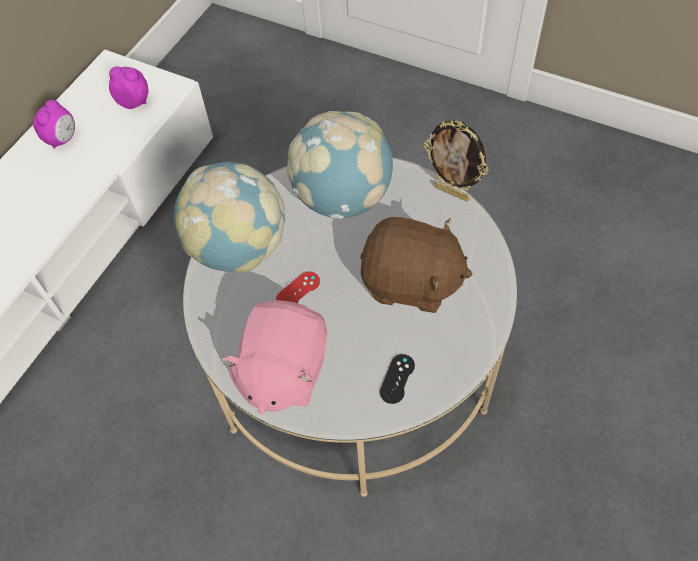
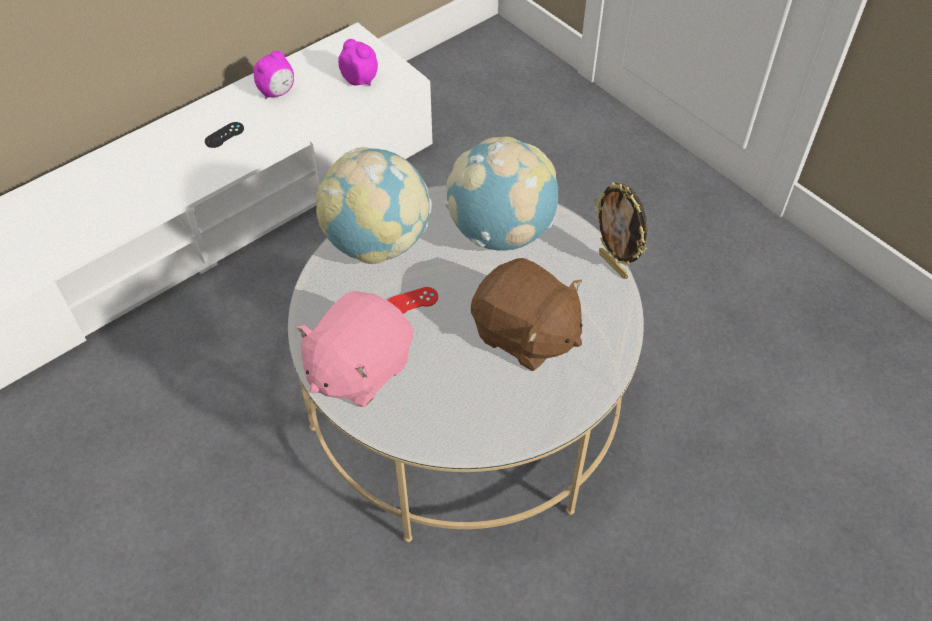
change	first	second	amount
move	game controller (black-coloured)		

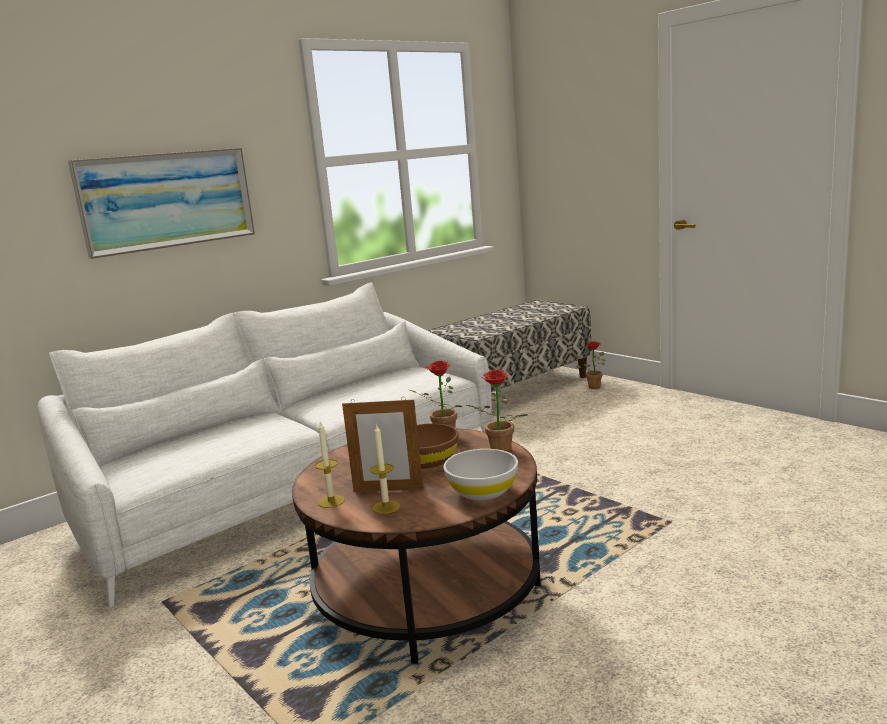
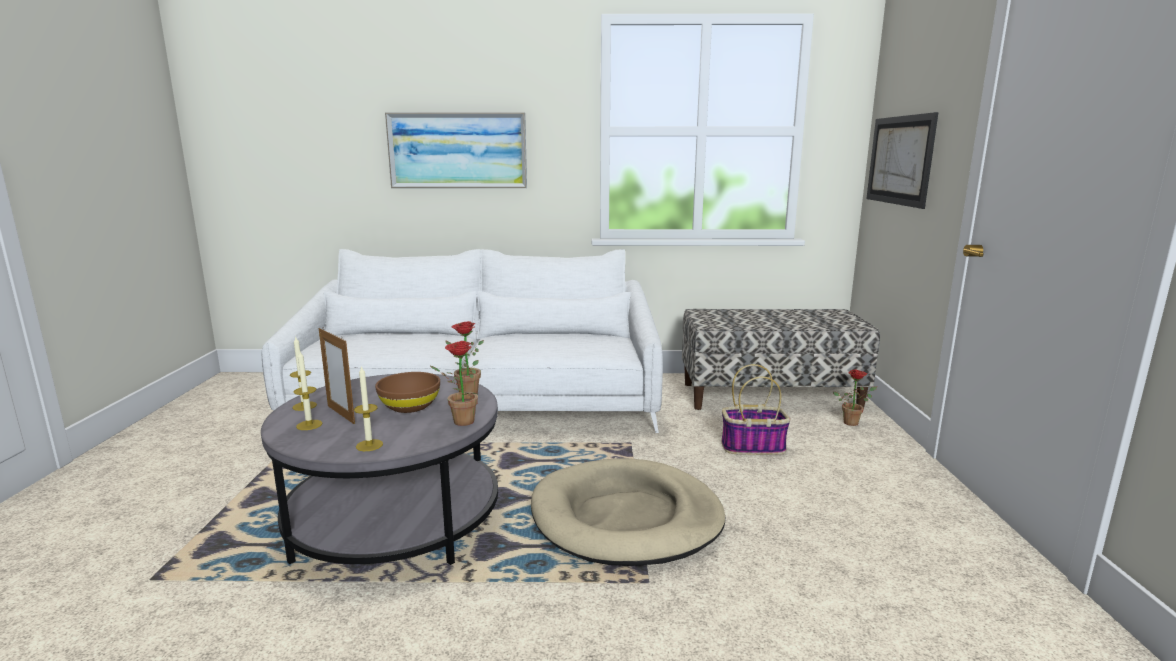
change	first	second	amount
insert		dog bed (sand-coloured)	
insert		household basket	
insert		wall art (2nd from left)	
replace	serving bowl (whitish)	wax candle (3rd from left)	
recolor	coffee table (brown)	coffee table (gray)	

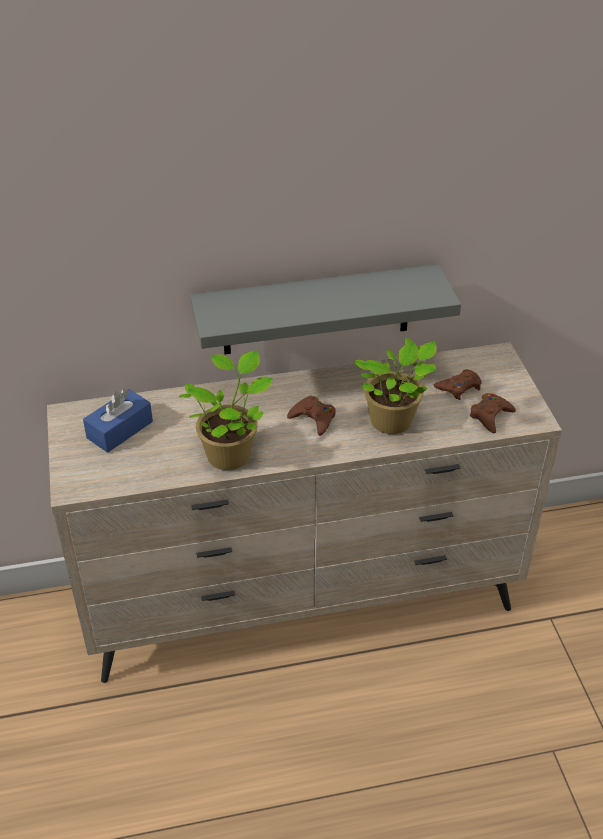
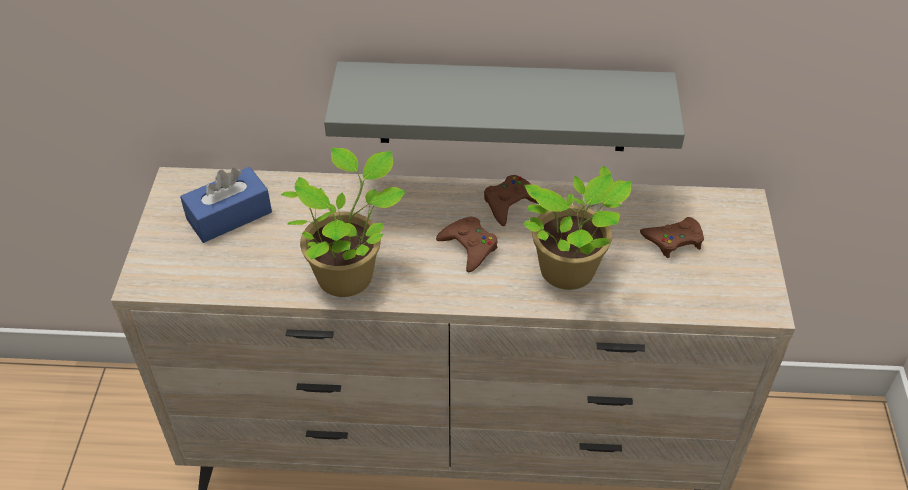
change	first	second	amount
move	game controller (brown) (3rd from left in the first image)	game controller (brown) (2nd from left)	

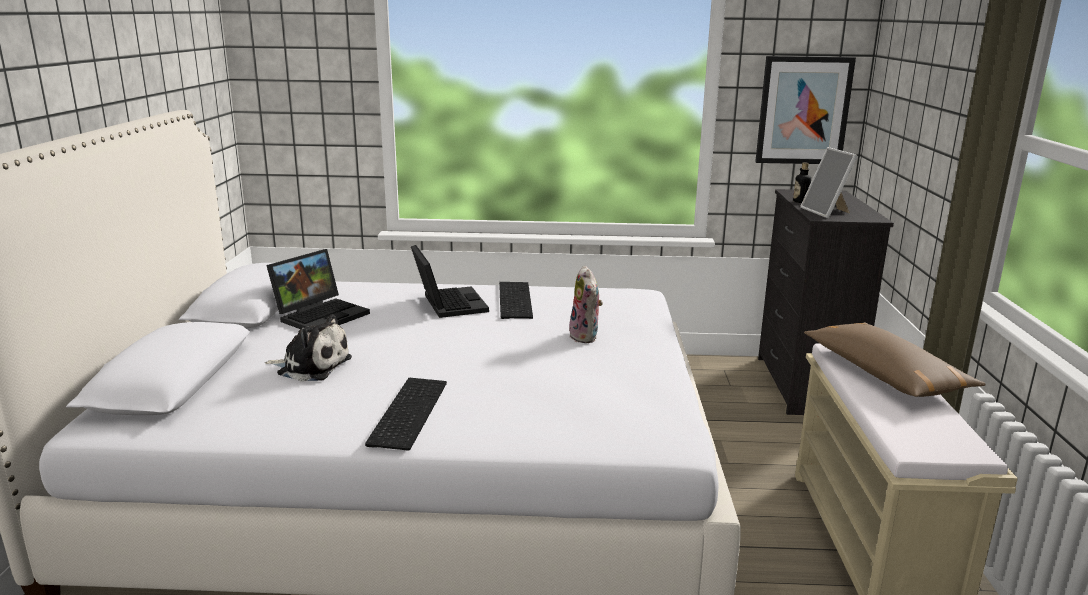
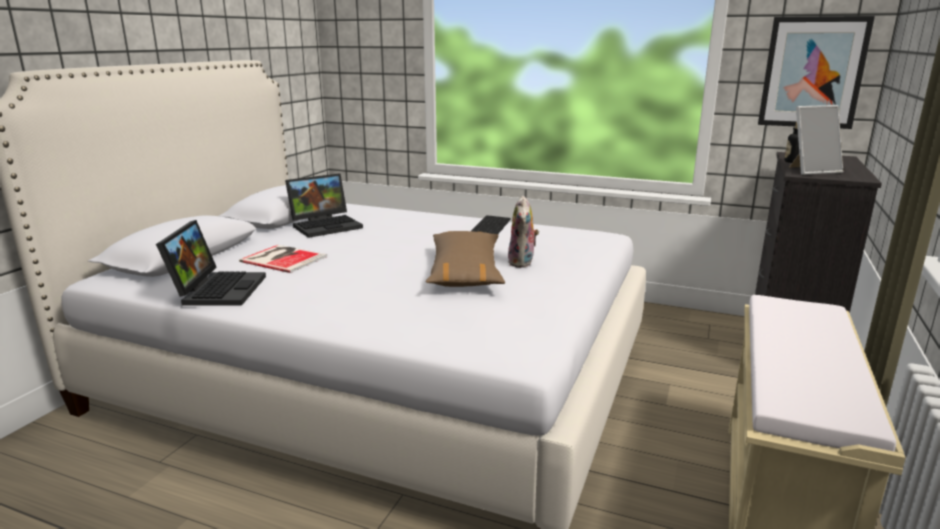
change	first	second	amount
delete	PC keyboard (1st from left)		
move	portable computer (2nd from left in the first image)	portable computer (1st from left)	
move	throw pillow (brown)		
replace	cuddly toy (1st from left)	volume	
rotate	standing frame		105 degrees counterclockwise

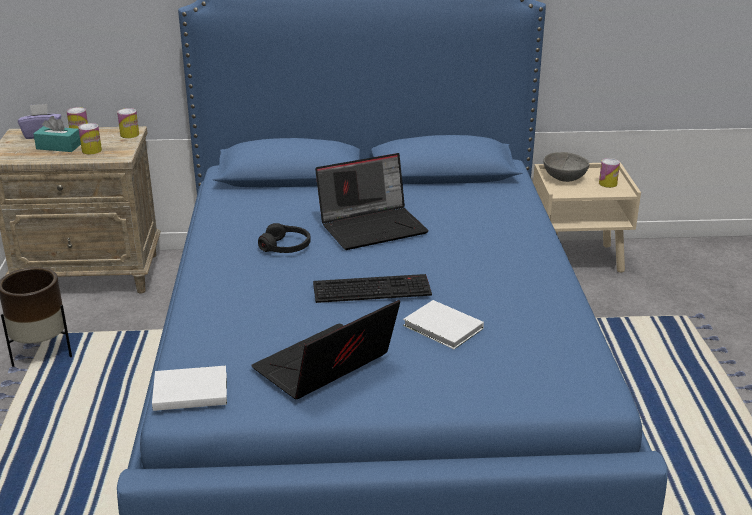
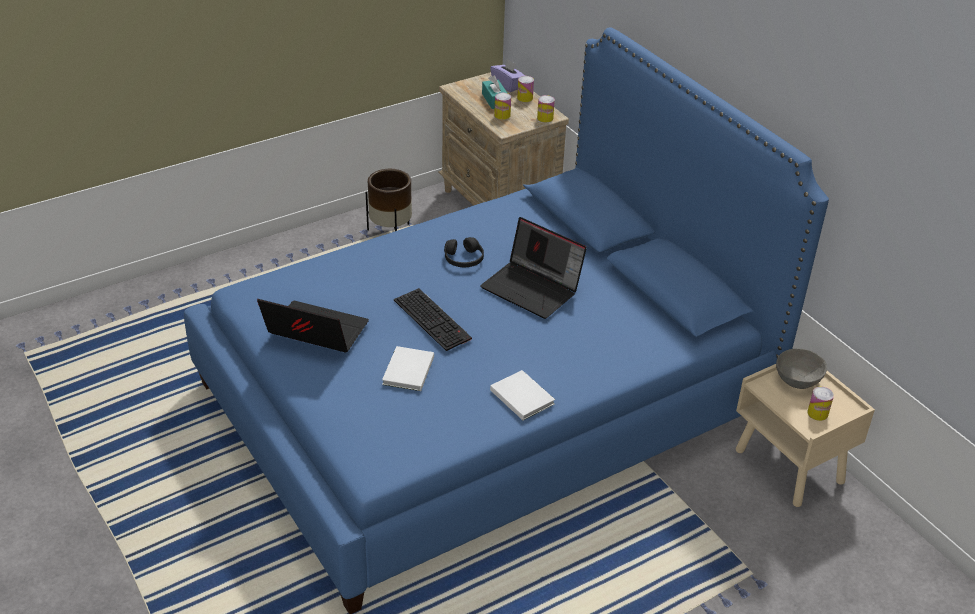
change	first	second	amount
move	volume (whitish) (1st from left in the first image)	volume (whitish) (2nd from left)	

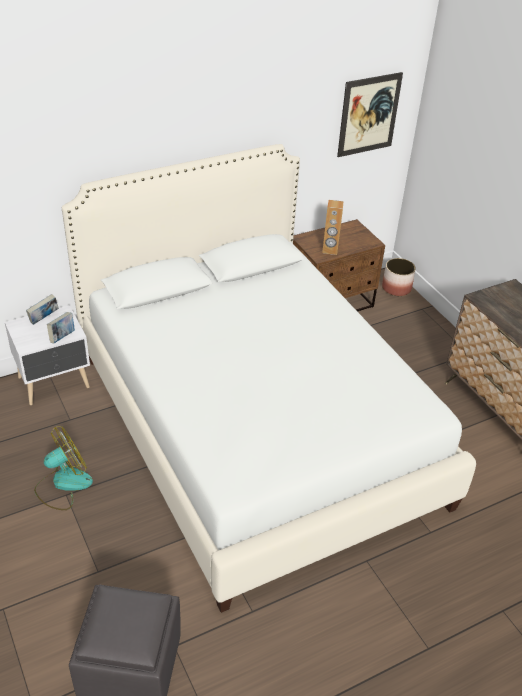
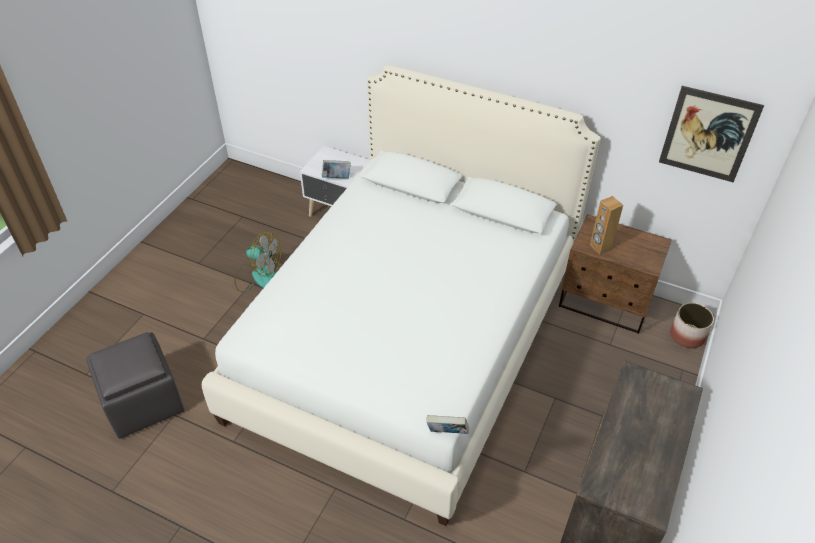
change	first	second	amount
move	volume (1st from left in the first image)	volume (2nd from left)	

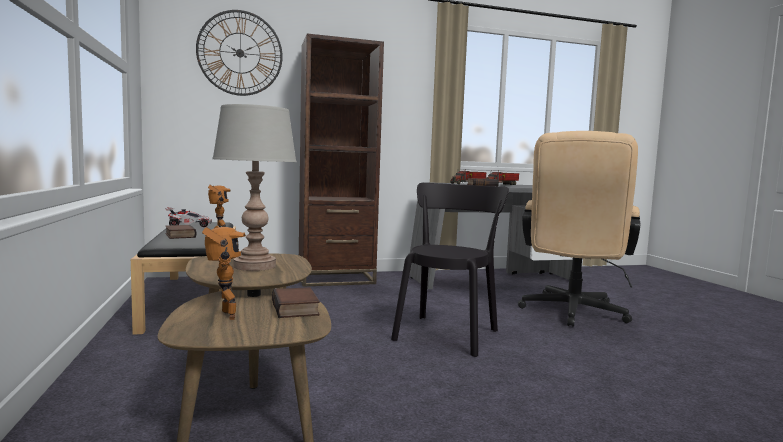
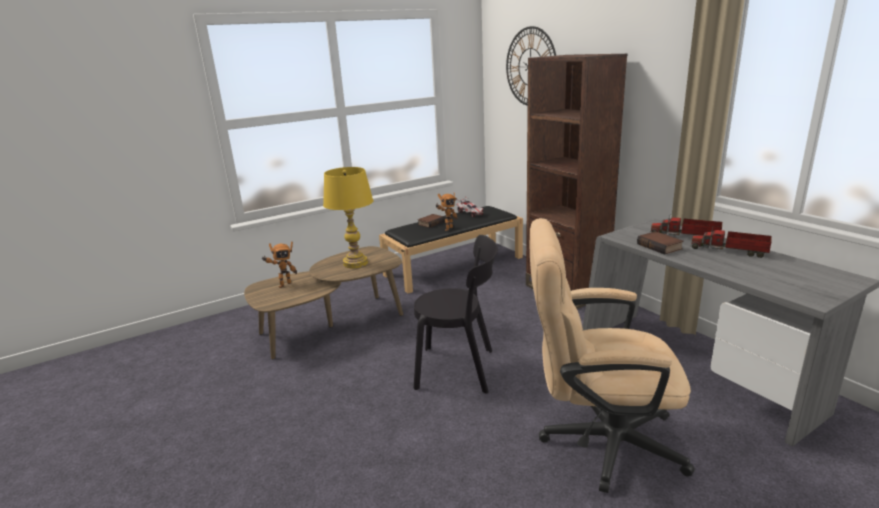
change	first	second	amount
delete	volume (2nd from left)		
recolor	tabletop lamp (gray)	tabletop lamp (yellow-coloured)	

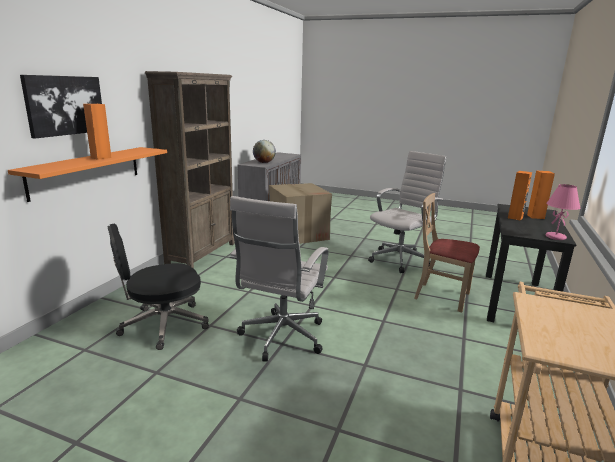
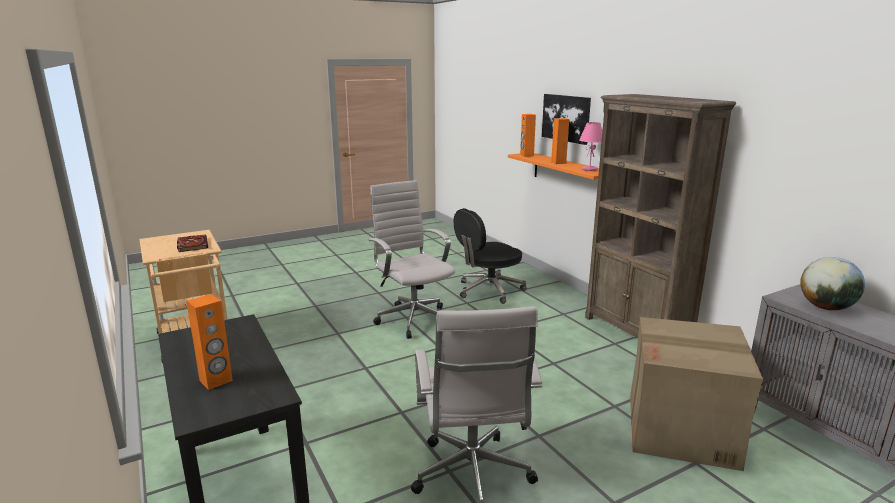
change	first	second	amount
delete	plain chair (sand-coloured)		
insert		volume	
move	loudspeaker (orange-coloured) (2nd from left)		
move	tabletop lamp (pinkish)		
rotate	computer chair (black-coloured)		135 degrees counterclockwise

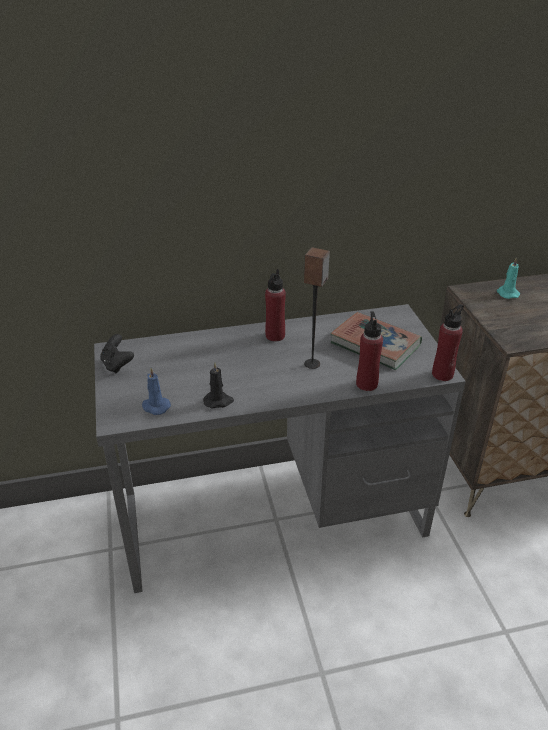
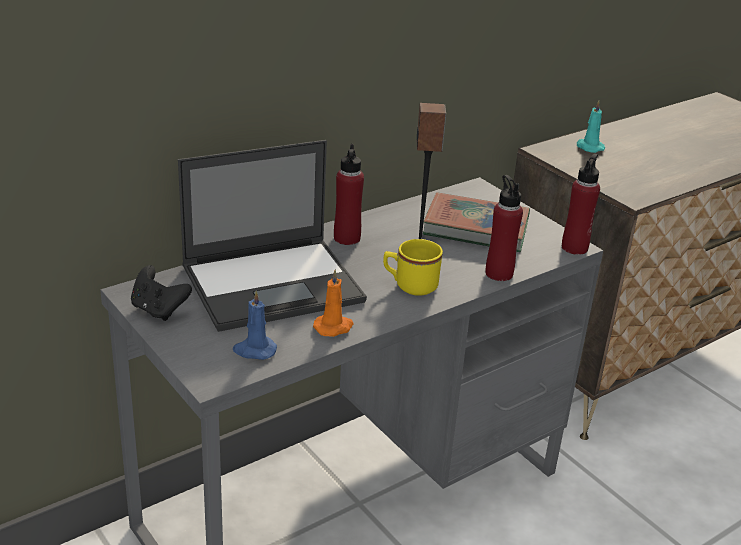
change	first	second	amount
insert		portable computer	
insert		mug (yellow-coloured)	
recolor	wax candle (black-coloured)	wax candle (orange-coloured)	

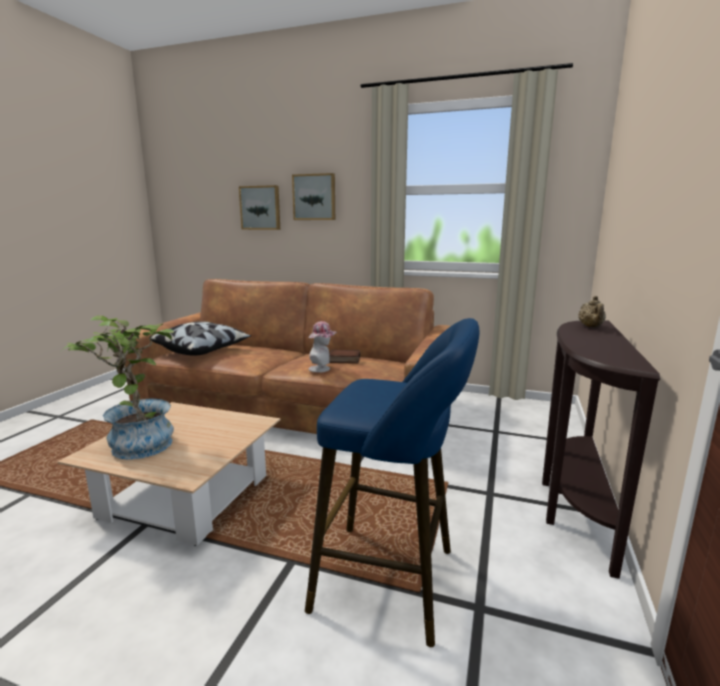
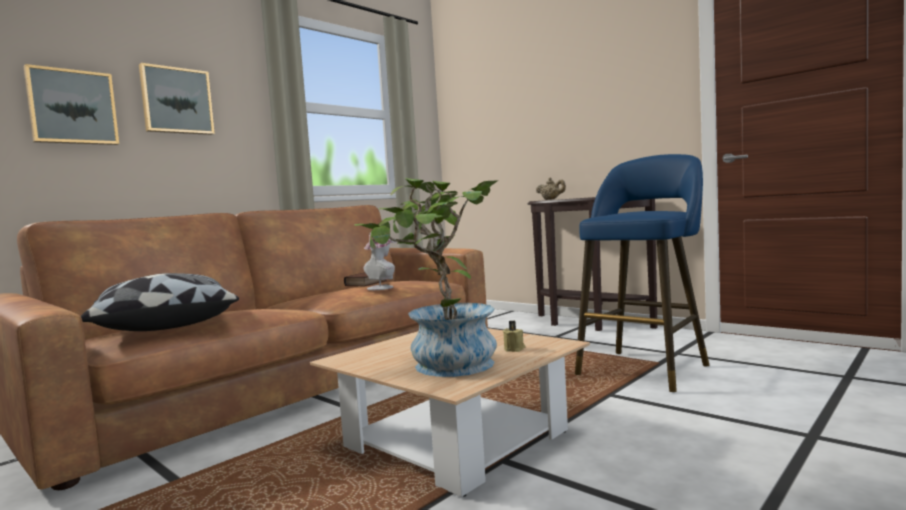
change	first	second	amount
insert		wax candle (sand-coloured)	

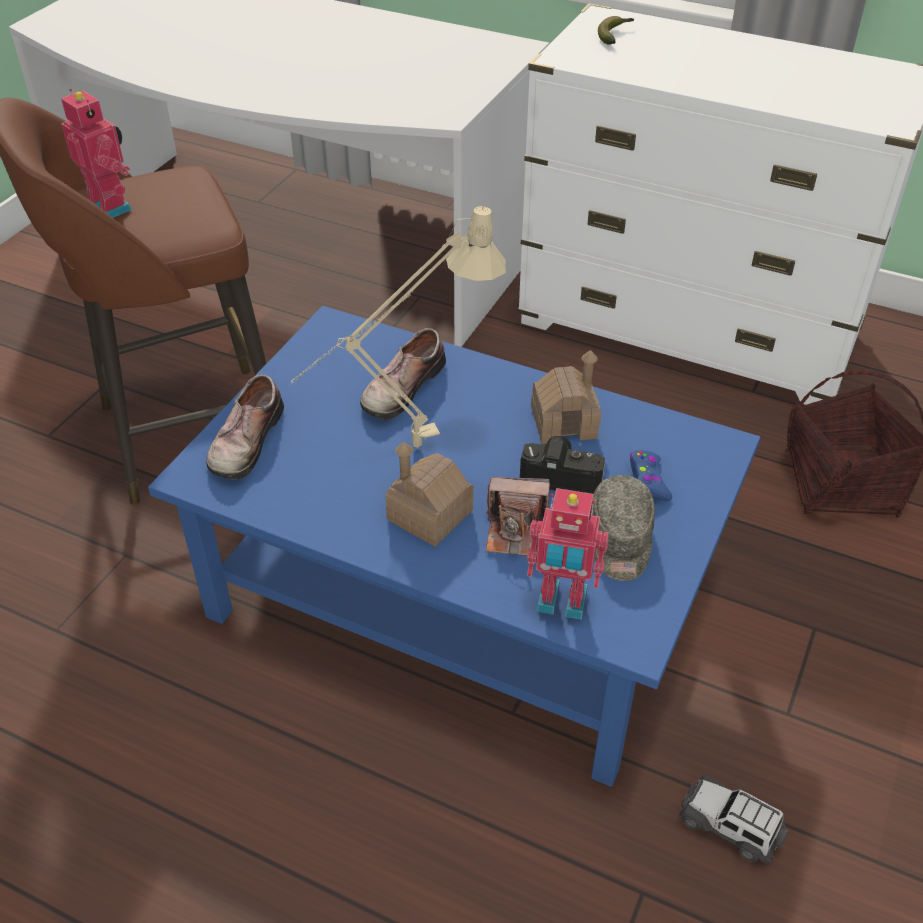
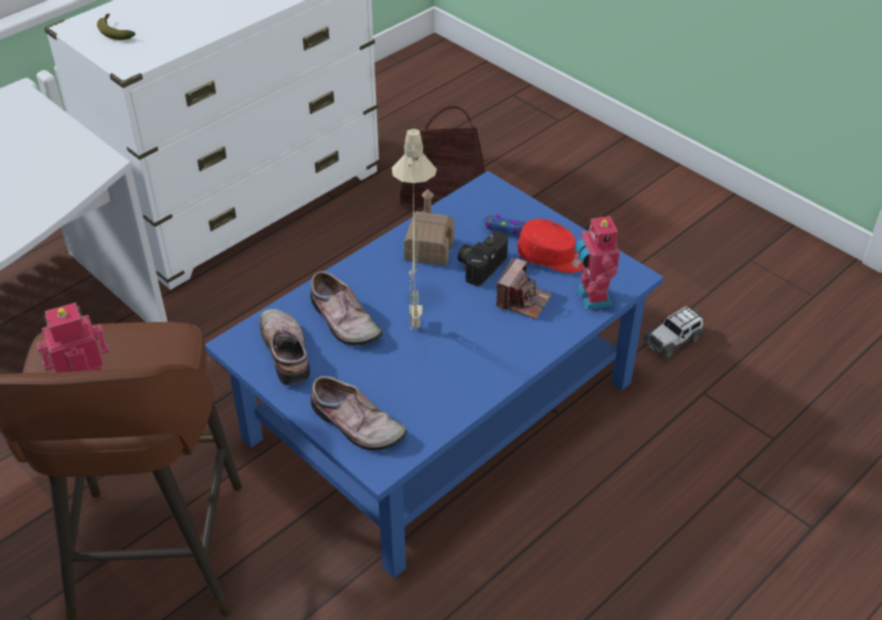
change	first	second	amount
delete	toy house (1st from left)		
insert		shoe (1st from left)	
recolor	baseball cap (gray)	baseball cap (reddish)	
rotate	toy robot (2nd from left)		135 degrees clockwise

